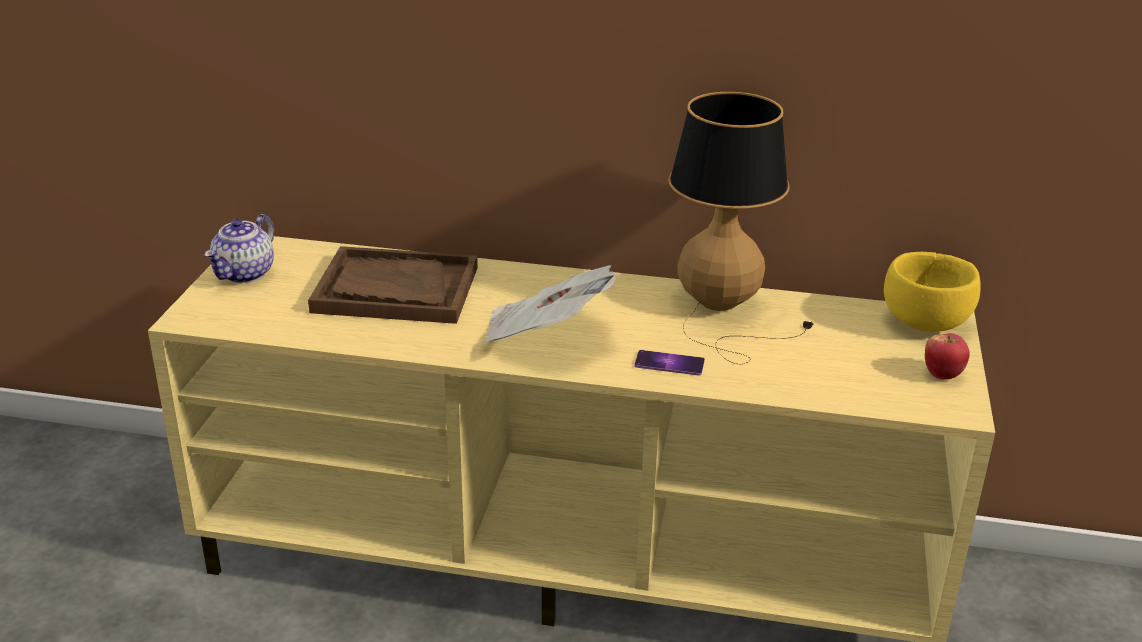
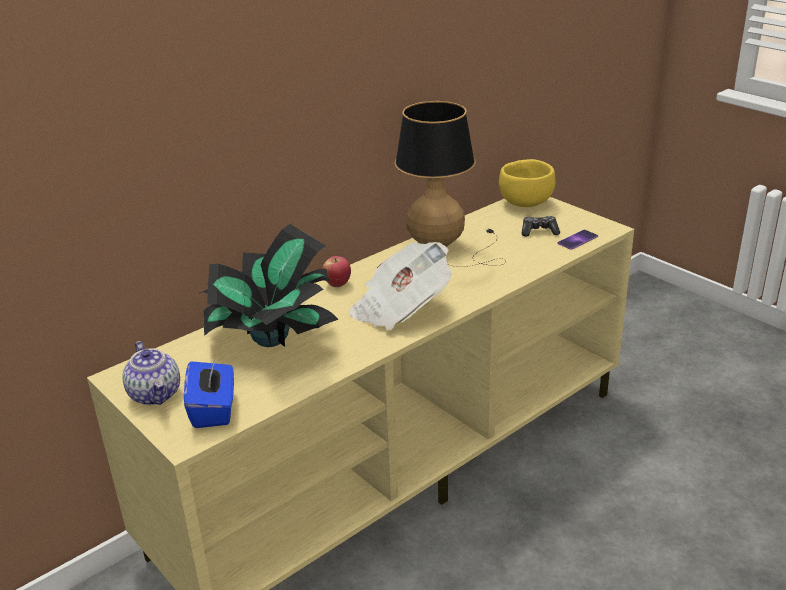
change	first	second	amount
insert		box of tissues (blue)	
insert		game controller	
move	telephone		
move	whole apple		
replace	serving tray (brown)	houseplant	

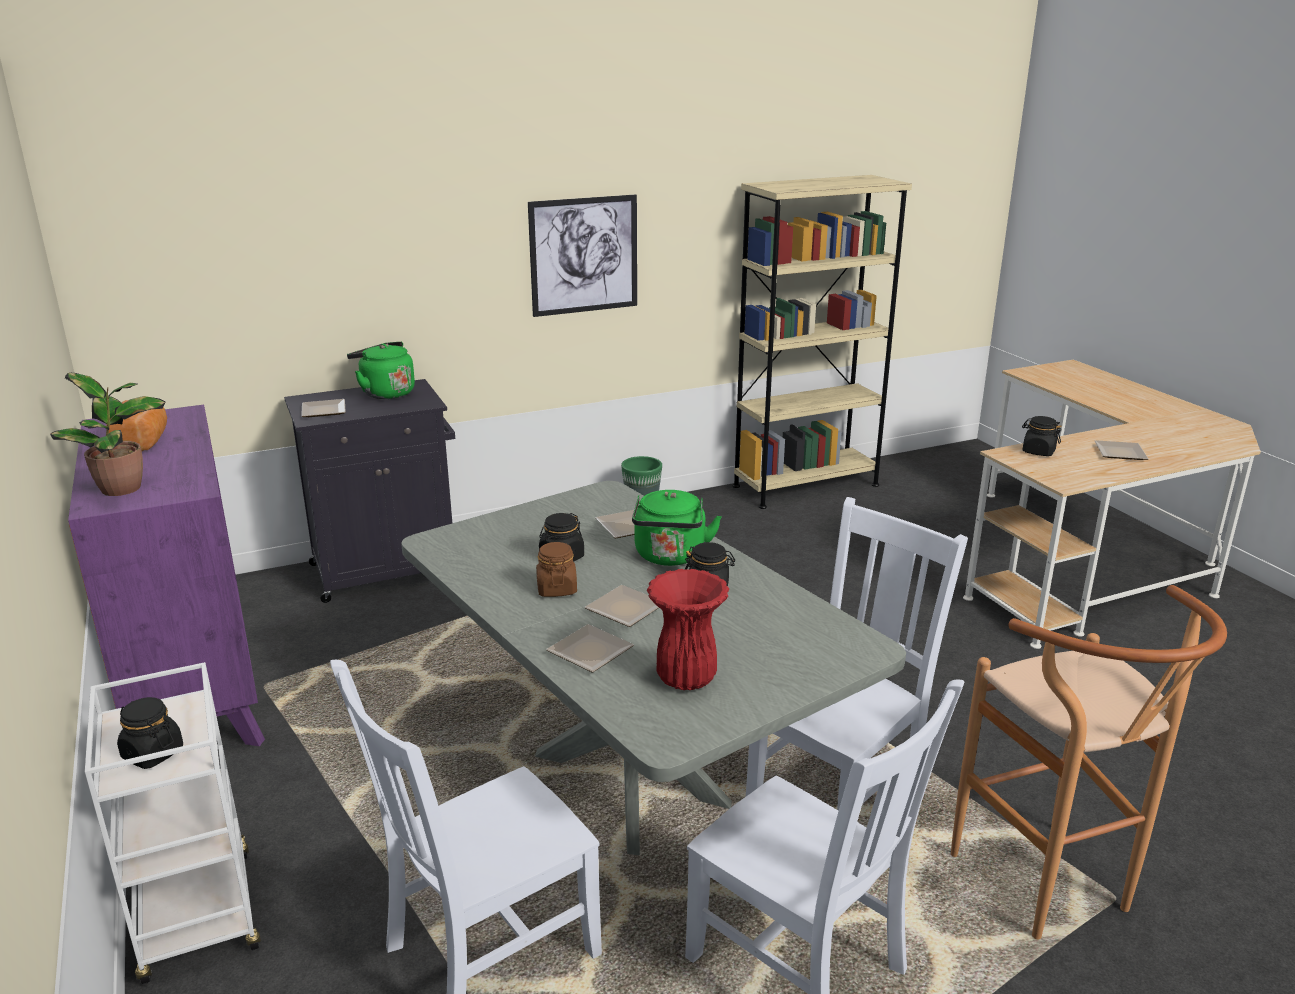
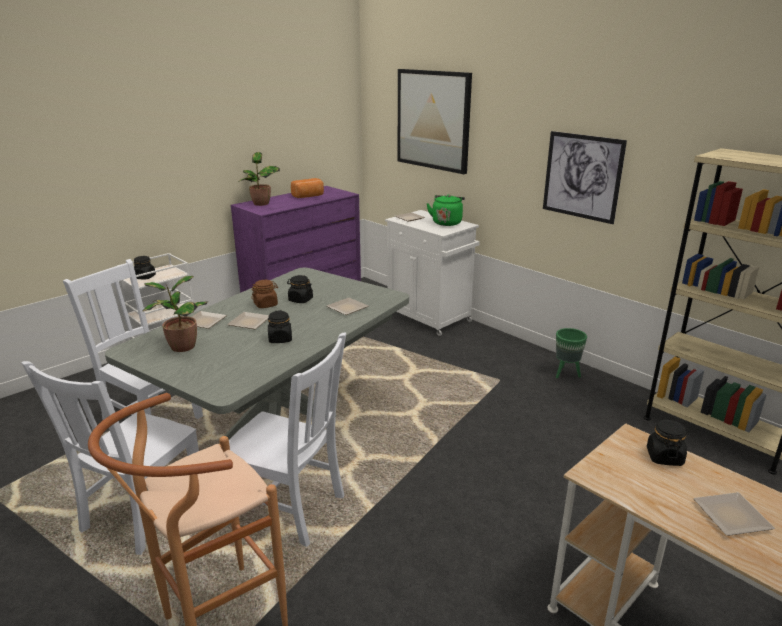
change	first	second	amount
delete	water kettle (greenish) (2nd from left)		
insert		wall art (1st from left)	
replace	decorative vase (reddish)	houseplant (1st from left)	
recolor	cabinet (black-coloured)	cabinet (whitish)	

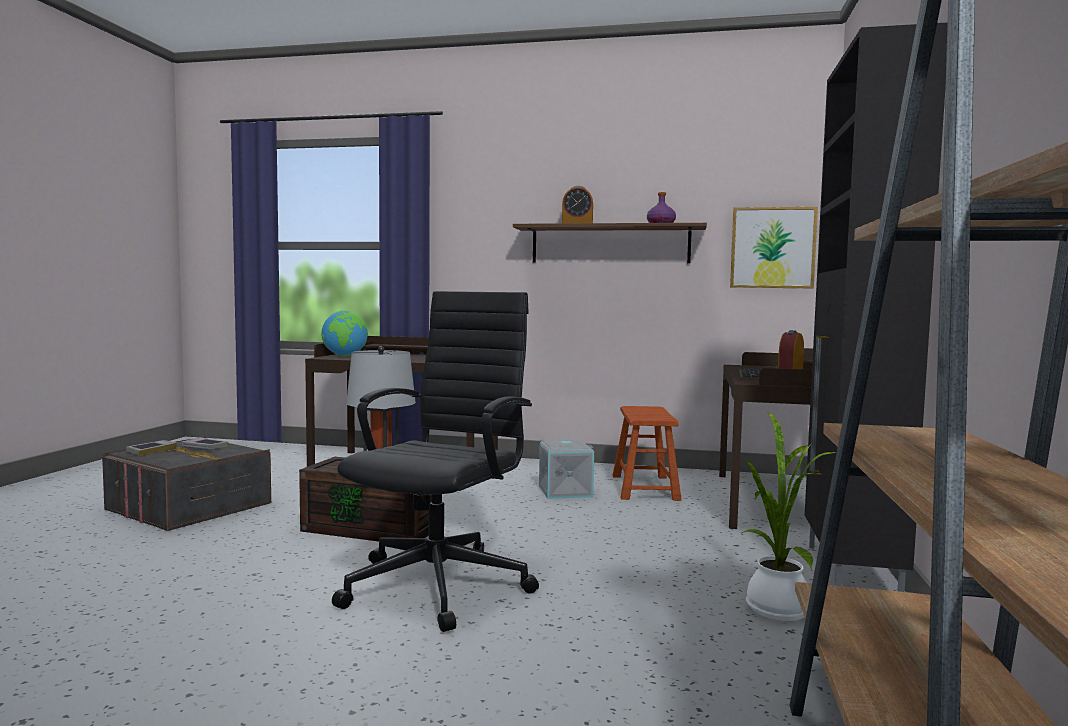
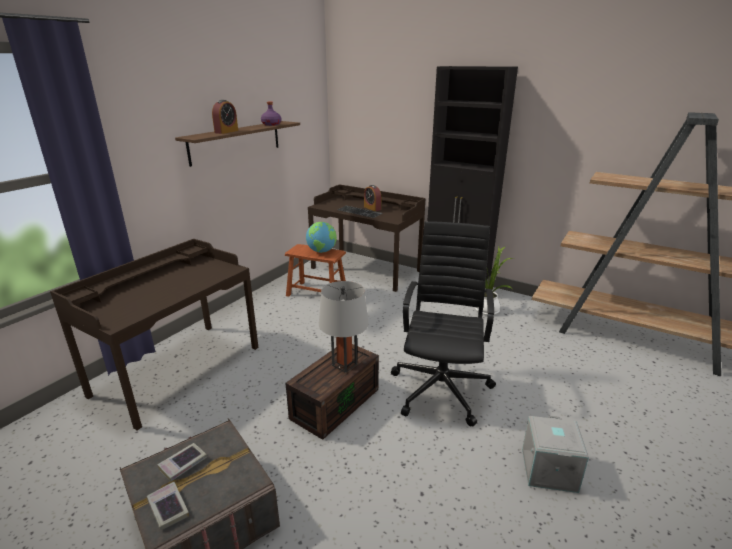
change	first	second	amount
delete	wall art		
move	desk globe		
move	storage box (gray) (2nd from left)		
rotate	computer chair (black-coloured)		60 degrees clockwise

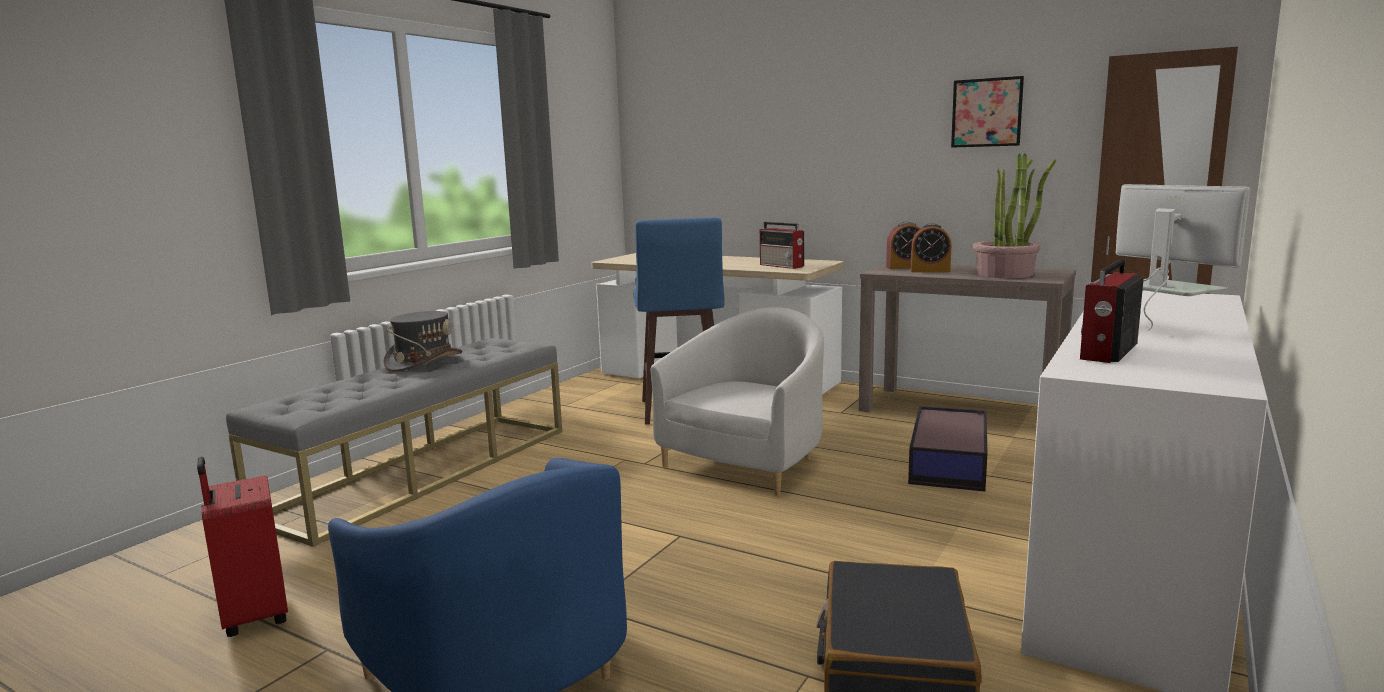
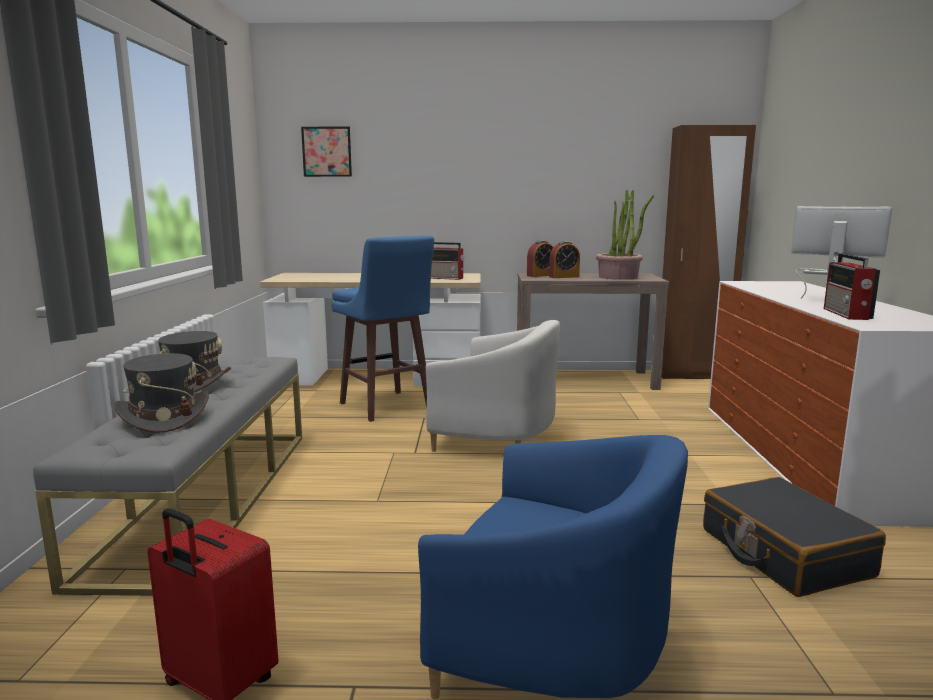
change	first	second	amount
delete	storage box		
insert		clothing hat (gray) (1st from left)	
move	wall art		
rotate	armchair (whitish)		105 degrees clockwise

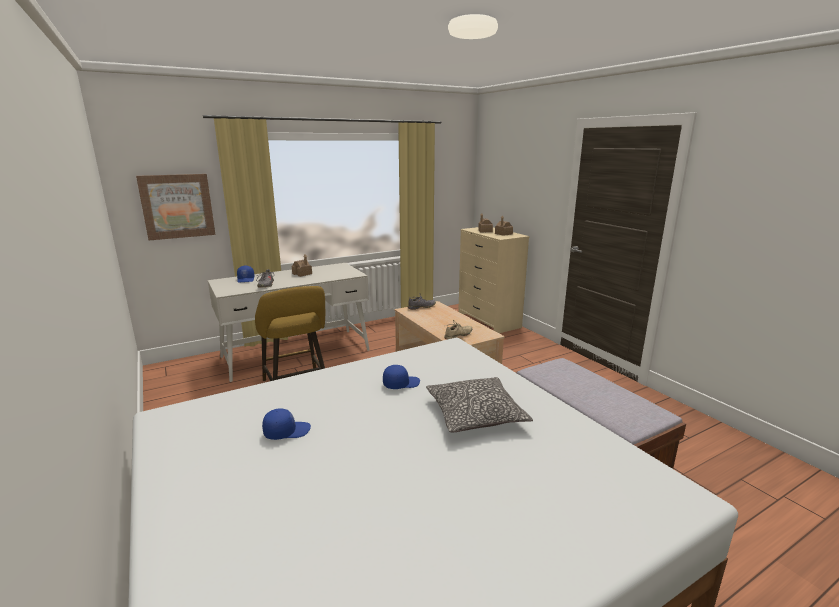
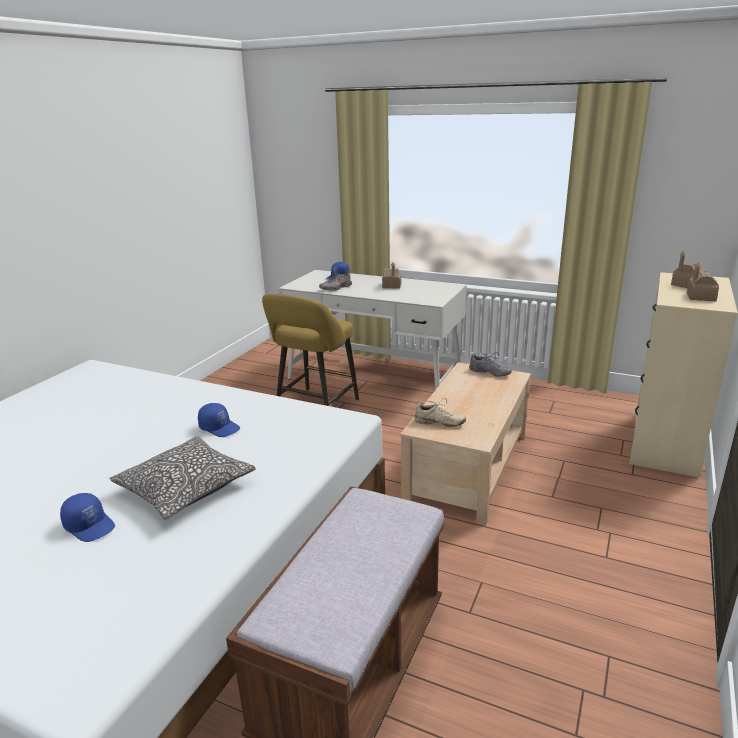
change	first	second	amount
delete	wall art		
move	baseball cap (blue) (2nd from left in the first image)	baseball cap (blue) (1st from left)	

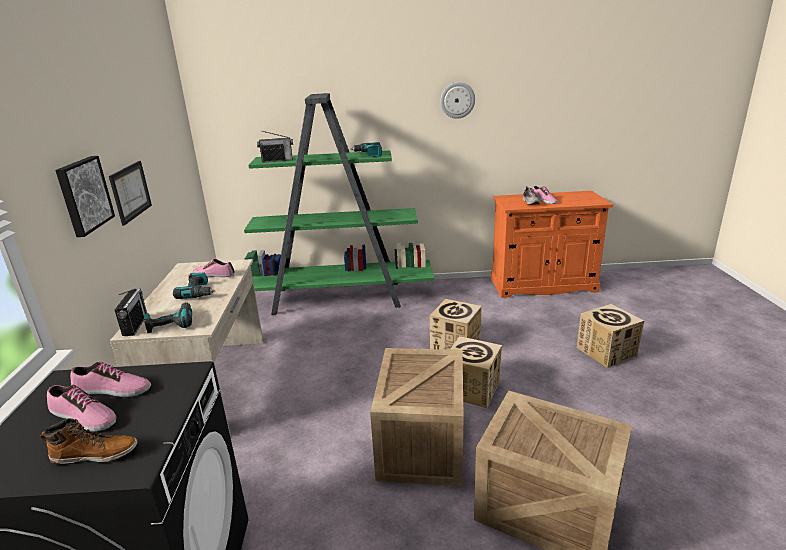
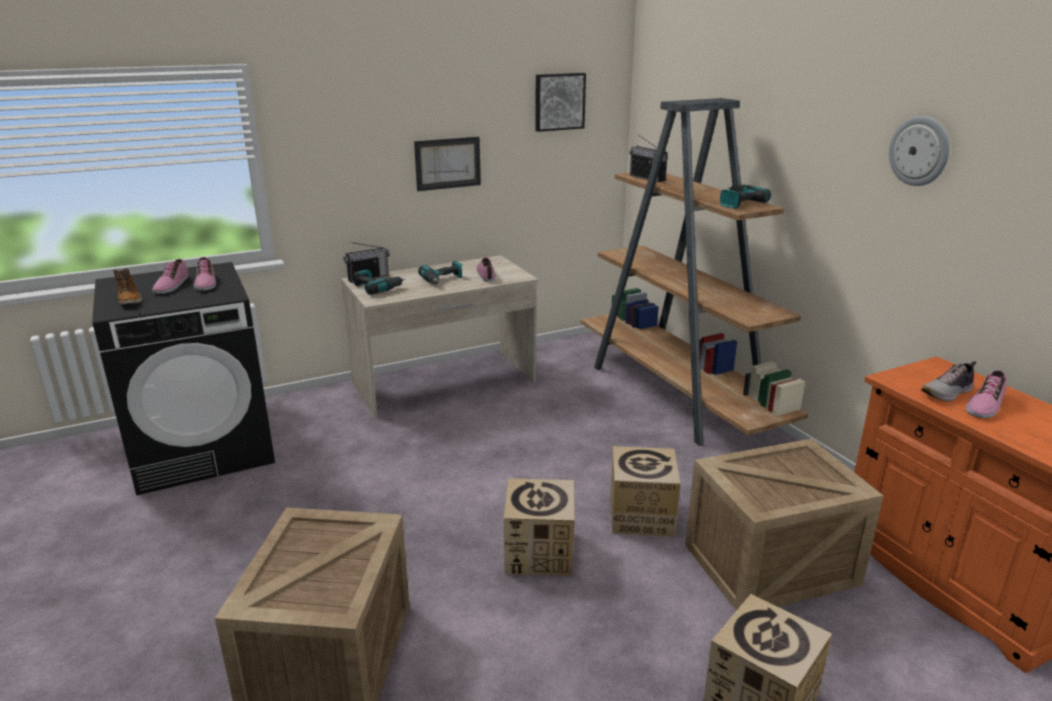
change	first	second	amount
move	wall art (1st from left in the first image)	wall art (2nd from left)	
move	packing crate (1st from left in the first image)	packing crate (2nd from left)	
recolor	shelving unit (greenish)	shelving unit (brown)	

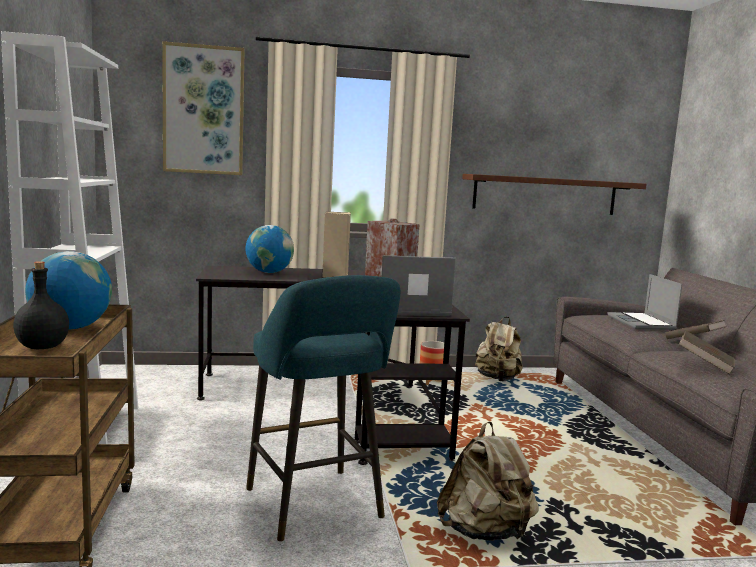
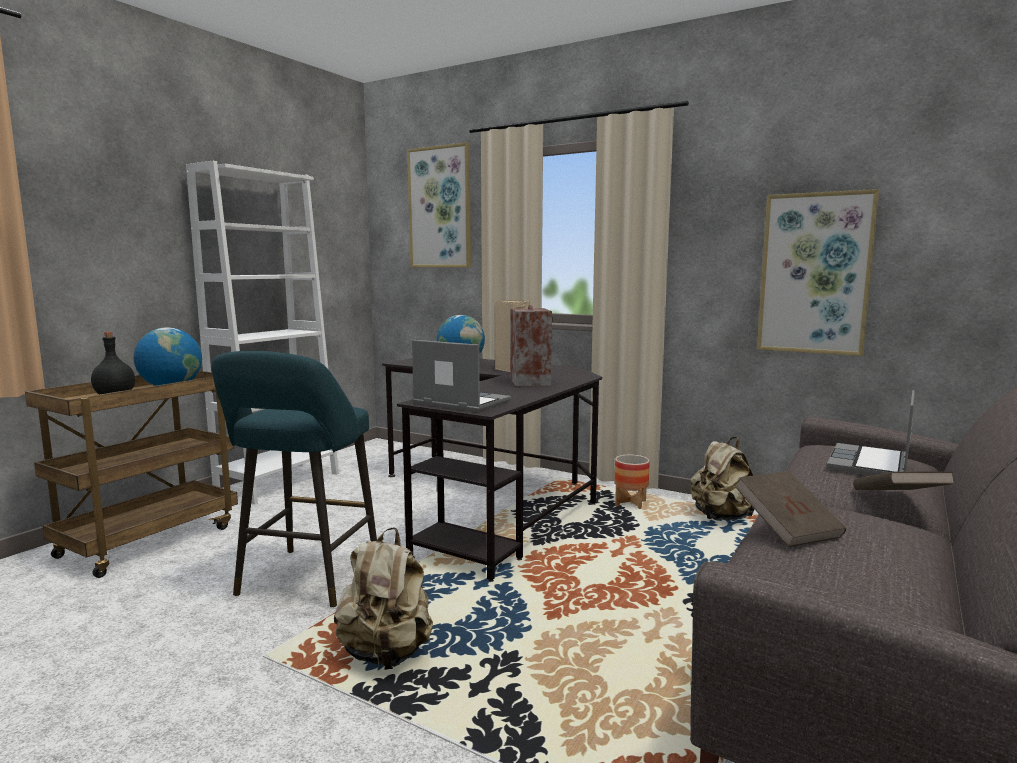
change	first	second	amount
replace	shelf (brown)	wall art (2nd from left)	

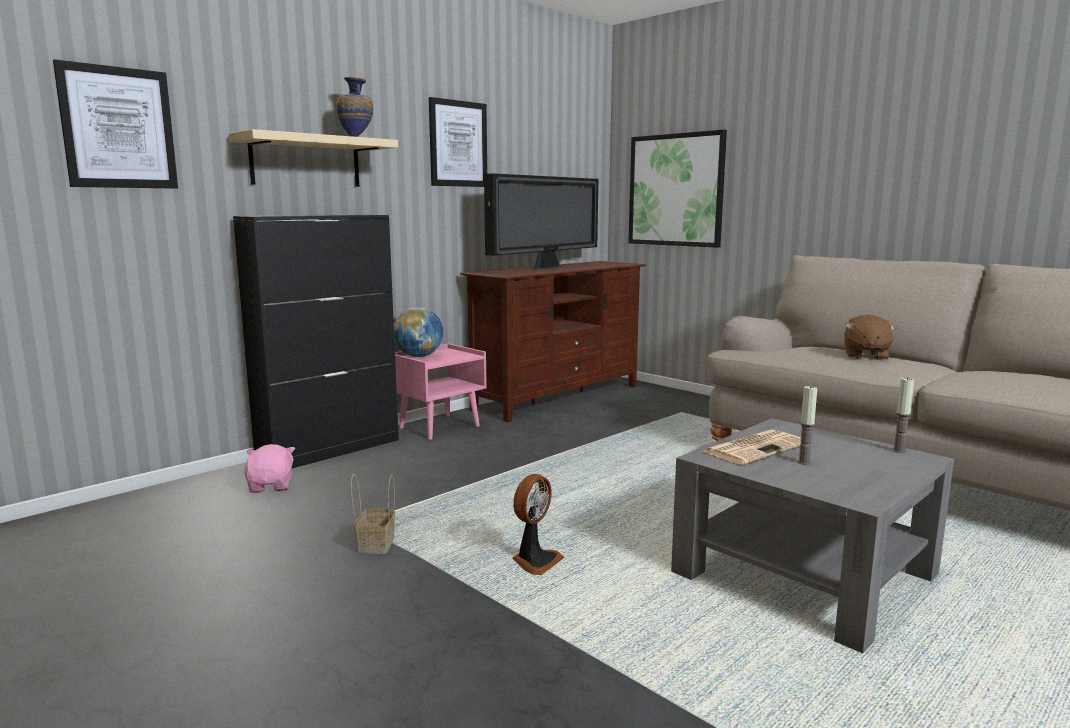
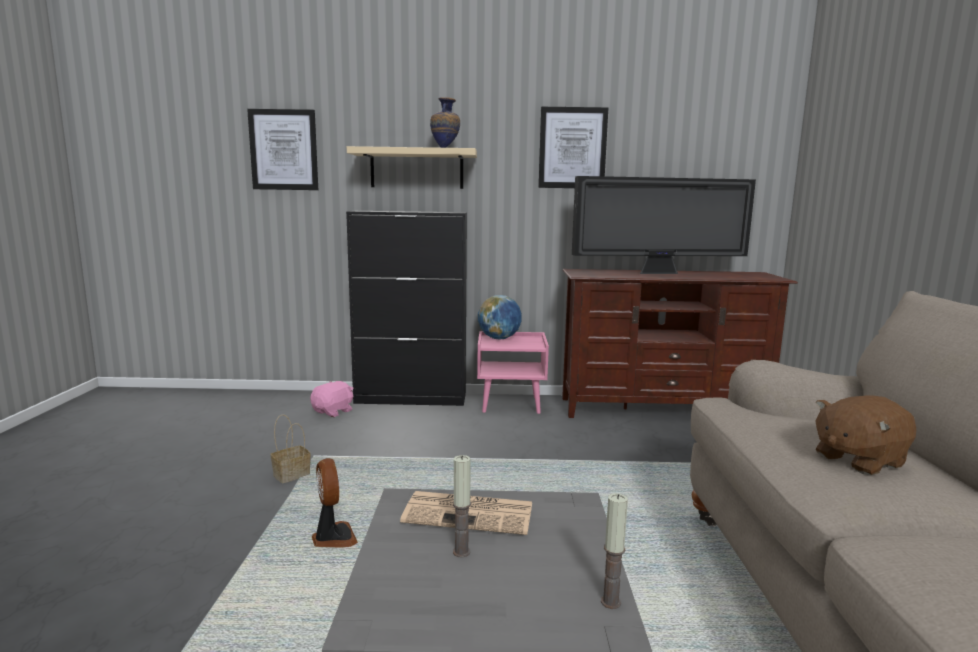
change	first	second	amount
delete	wall art (3rd from left)		
rotate	electric fan		105 degrees counterclockwise

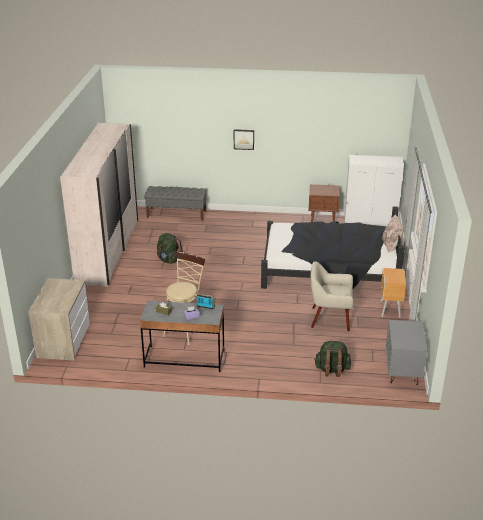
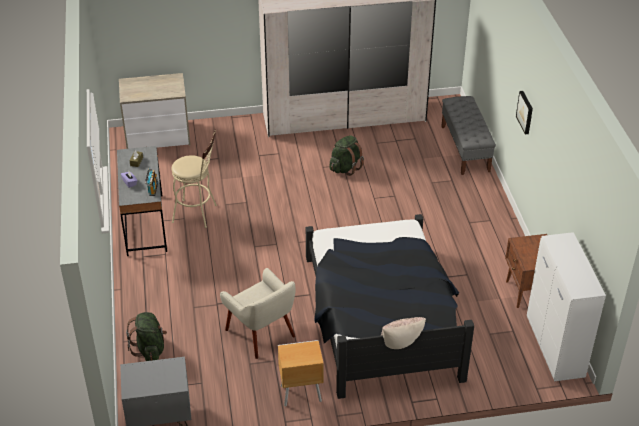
change	first	second	amount
rotate	armchair (sand-coloured)		150 degrees clockwise

